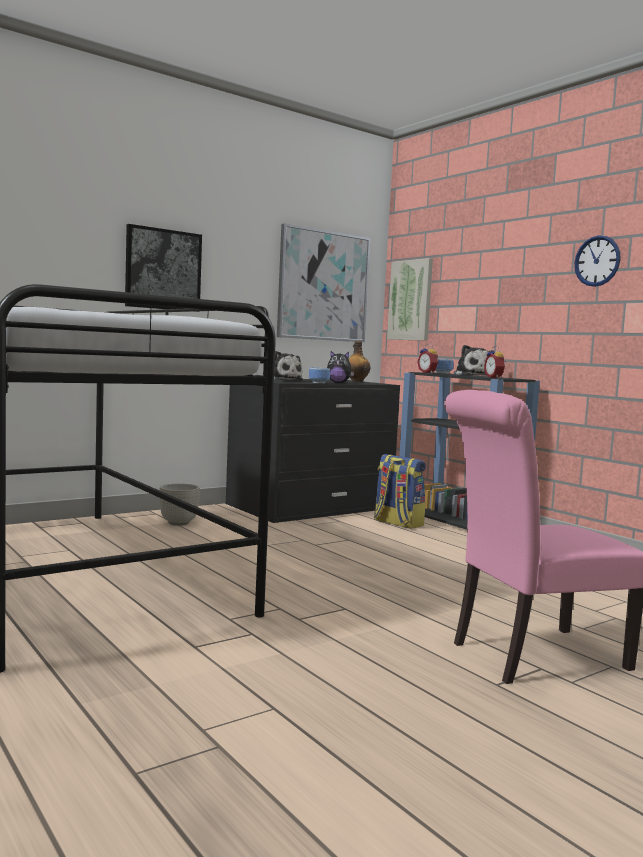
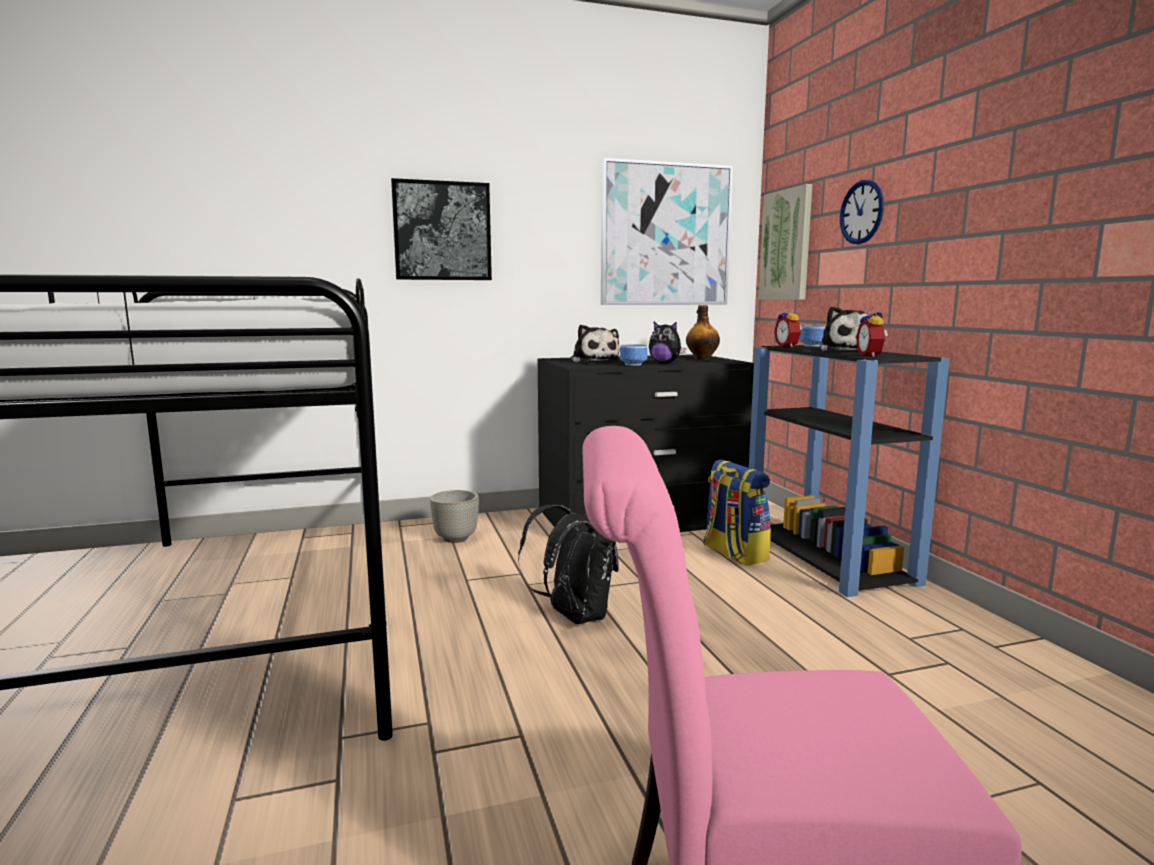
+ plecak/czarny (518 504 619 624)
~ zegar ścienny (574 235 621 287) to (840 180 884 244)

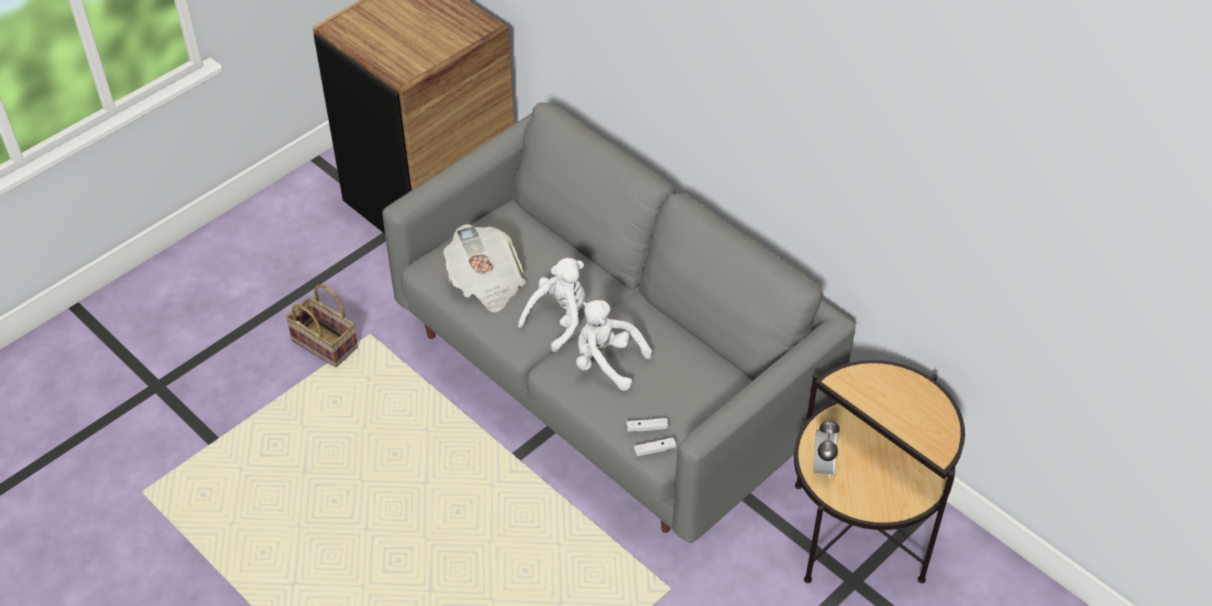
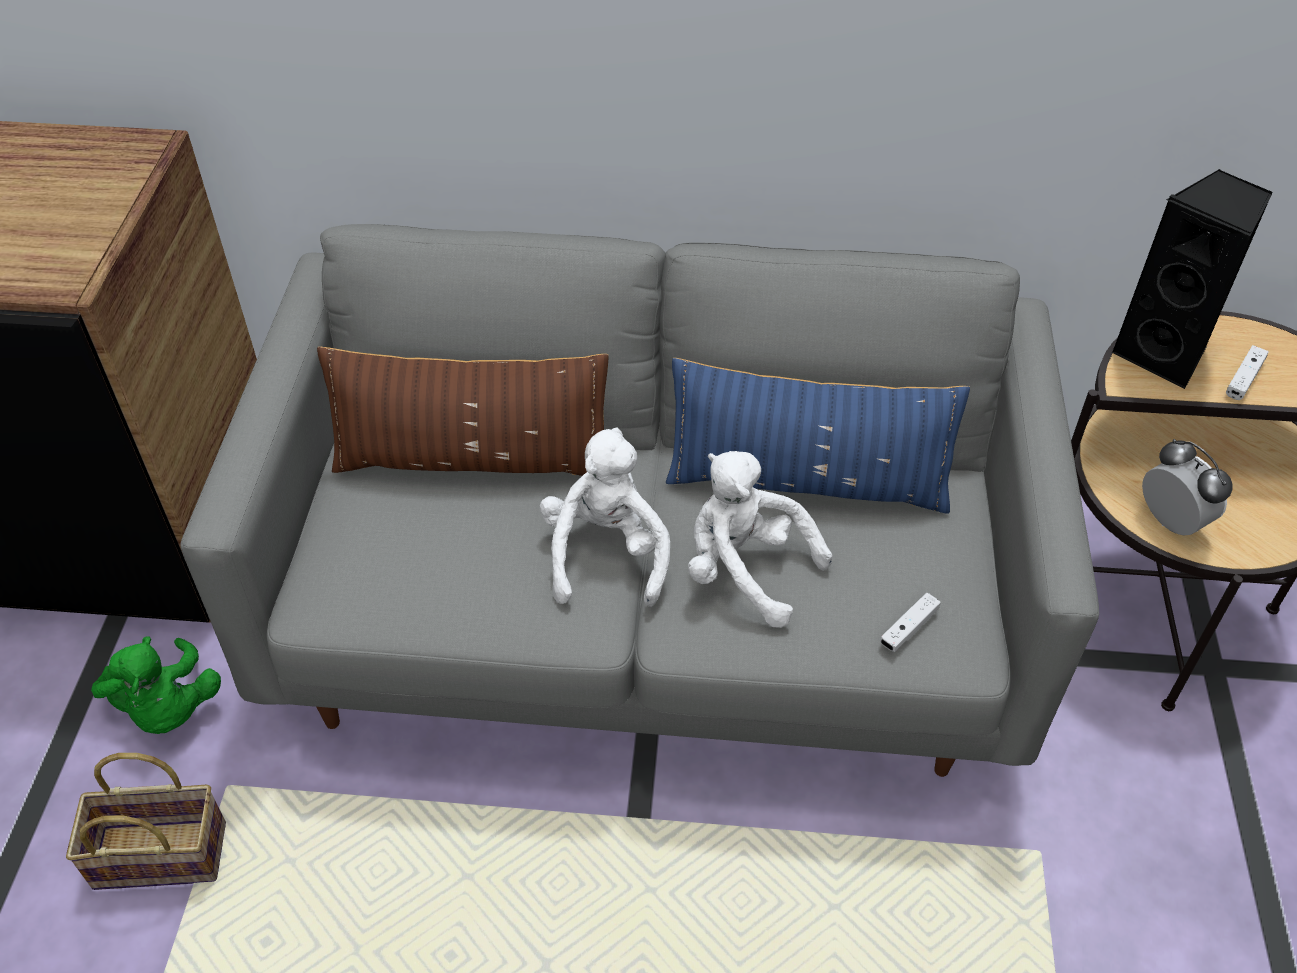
- gazeta (443 224 526 312)
+ pluszak/zielony (91 636 221 734)
+ poduszka/brązowy (317 347 609 476)
+ poduszka/niebieski (665 358 970 514)
+ głośnik/czarny (1112 169 1273 389)
~ pad do gier/biały (634 437 676 457) to (1226 345 1269 400)
~ pluszak/biały (576 300 652 391) = (688 451 832 628) 45 degrees clockwise

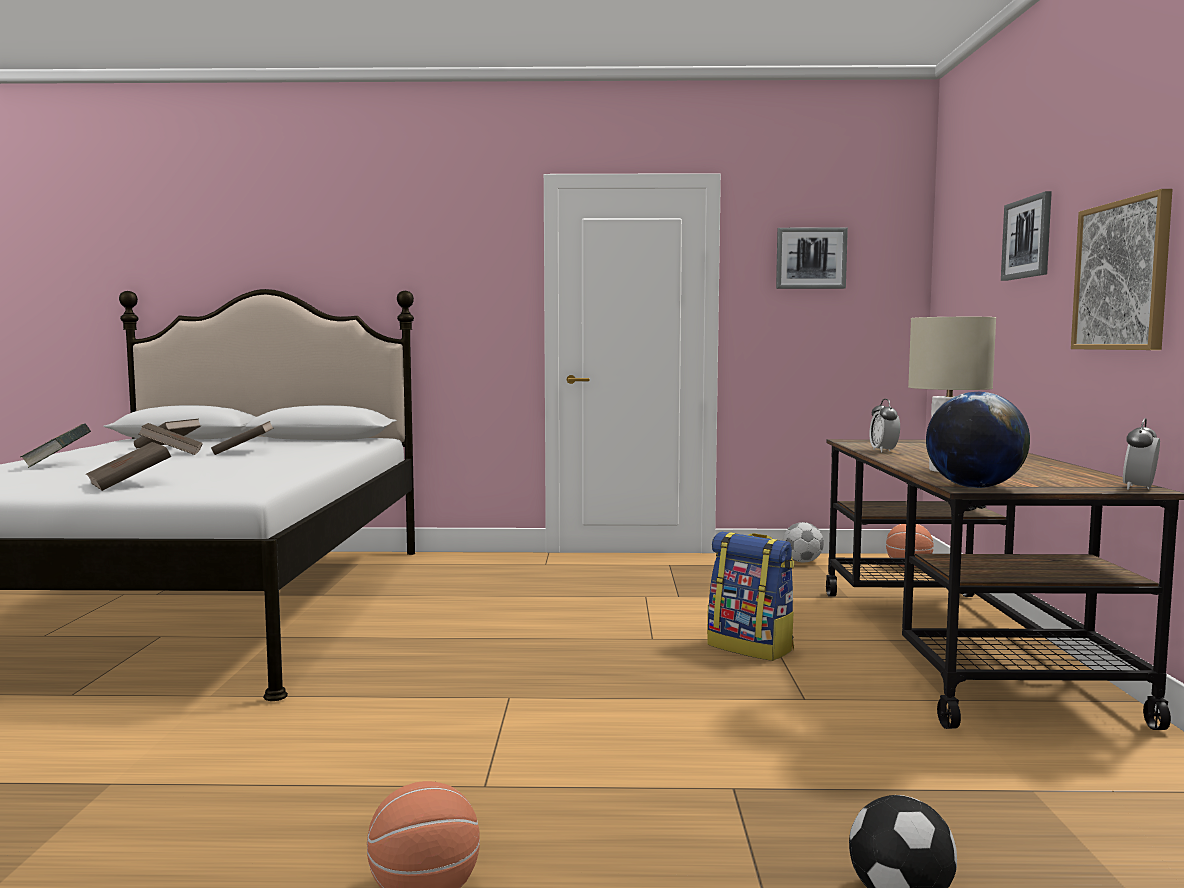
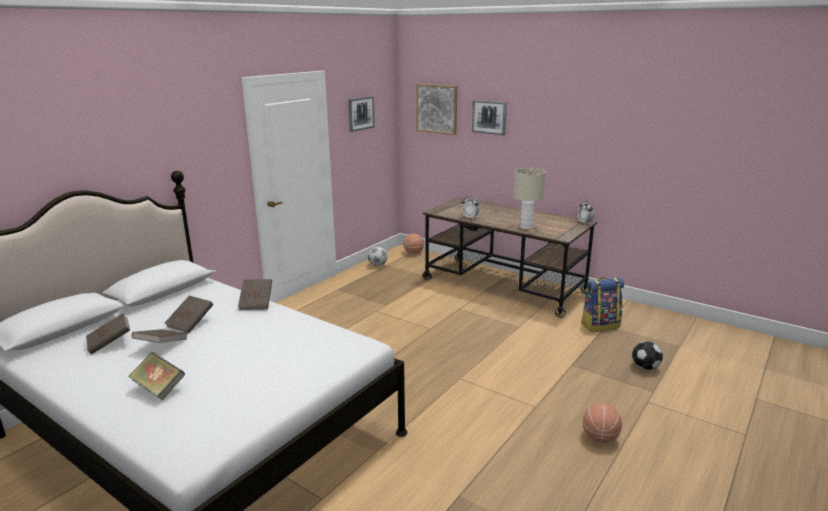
- globus (926 392 1030 488)
~ książka/brązowy (86 442 171 491) to (238 279 272 310)
~ plecak (707 532 794 661) to (581 277 624 332)
~ obraz (1071 189 1173 350) to (416 84 457 135)

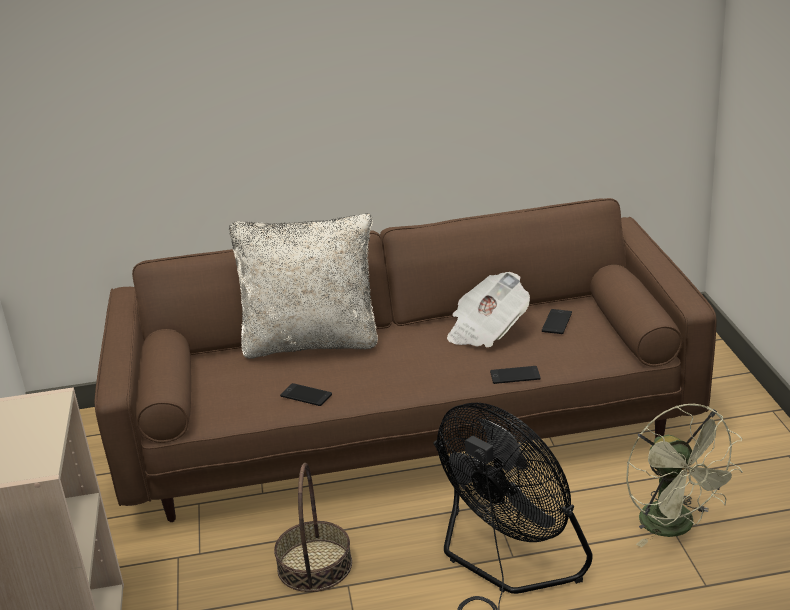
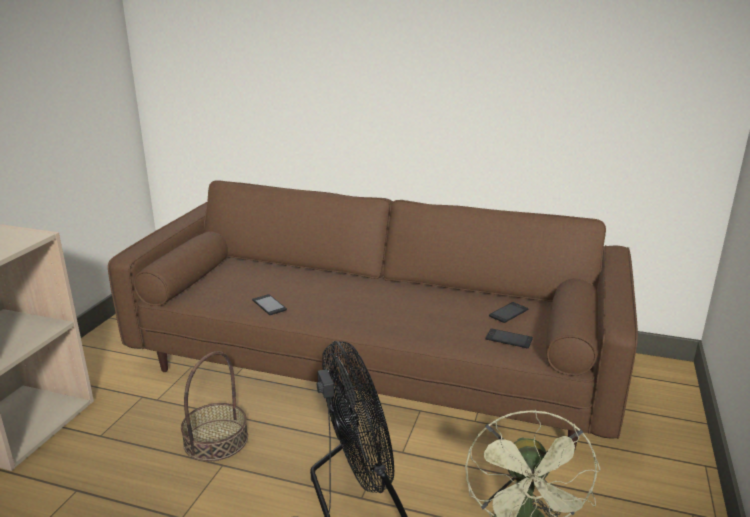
- poduszka/beżowy (229 213 378 359)
- gazeta (447 272 530 347)
~ telefon (490 366 541 384) to (486 328 533 348)

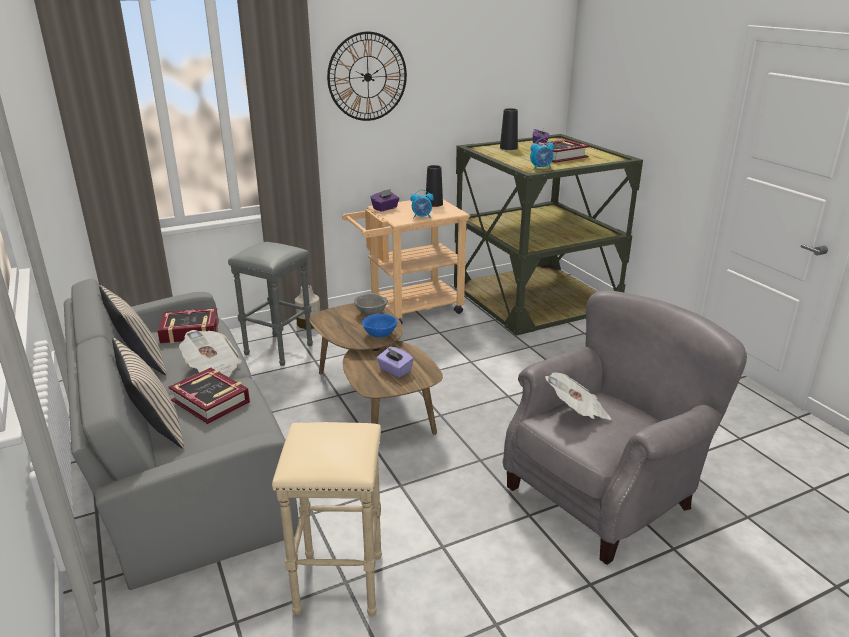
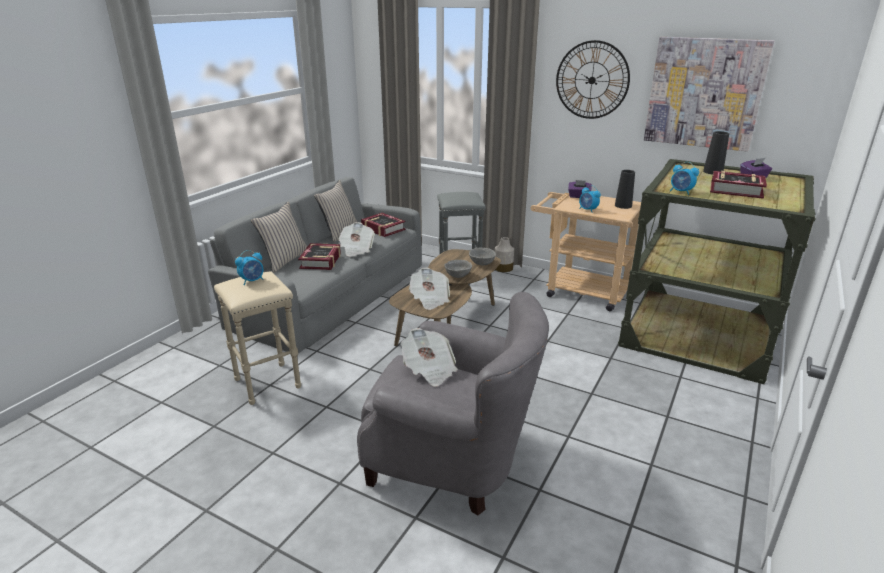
+ budzik (235 250 264 285)
+ obraz (644 37 774 152)
~ pudełko chusteczek/fioletowy (376 347 414 378) to gazeta (409 268 450 310)
~ miska/niebieski (362 314 397 338) to miska/szary (444 260 472 278)

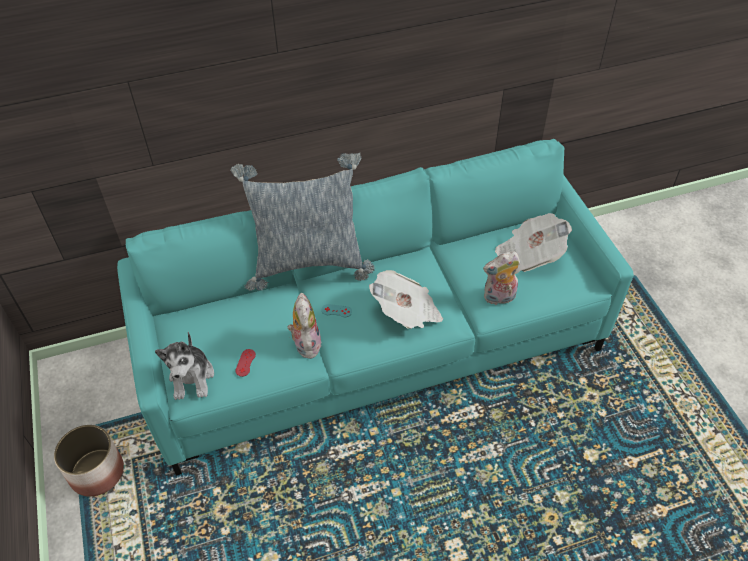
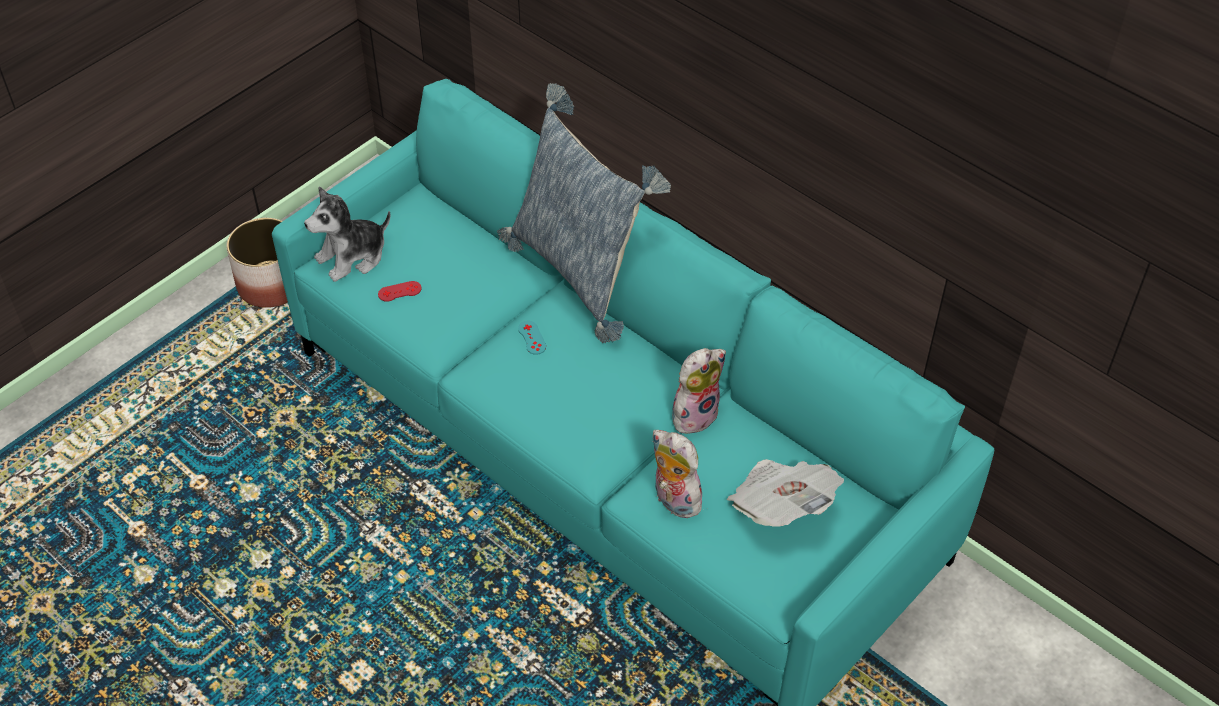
- gazeta (369 270 443 329)
~ pluszak (287 293 322 359) to (672 348 726 434)

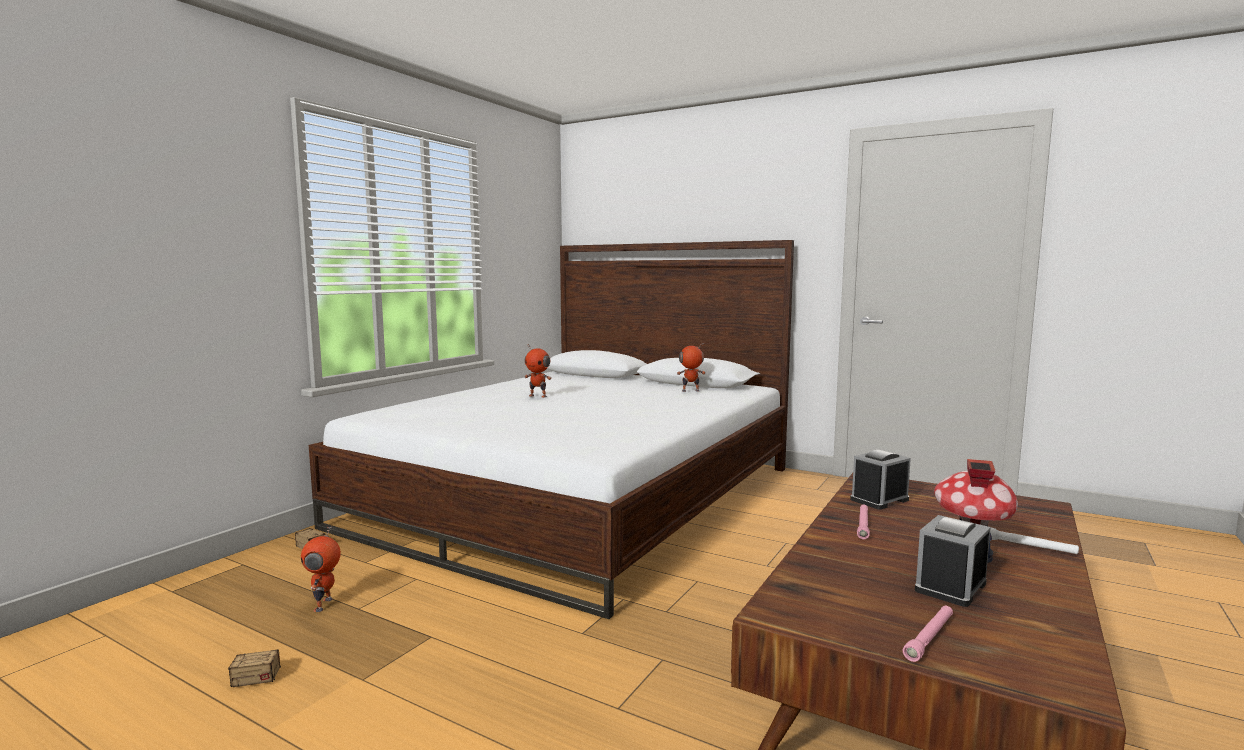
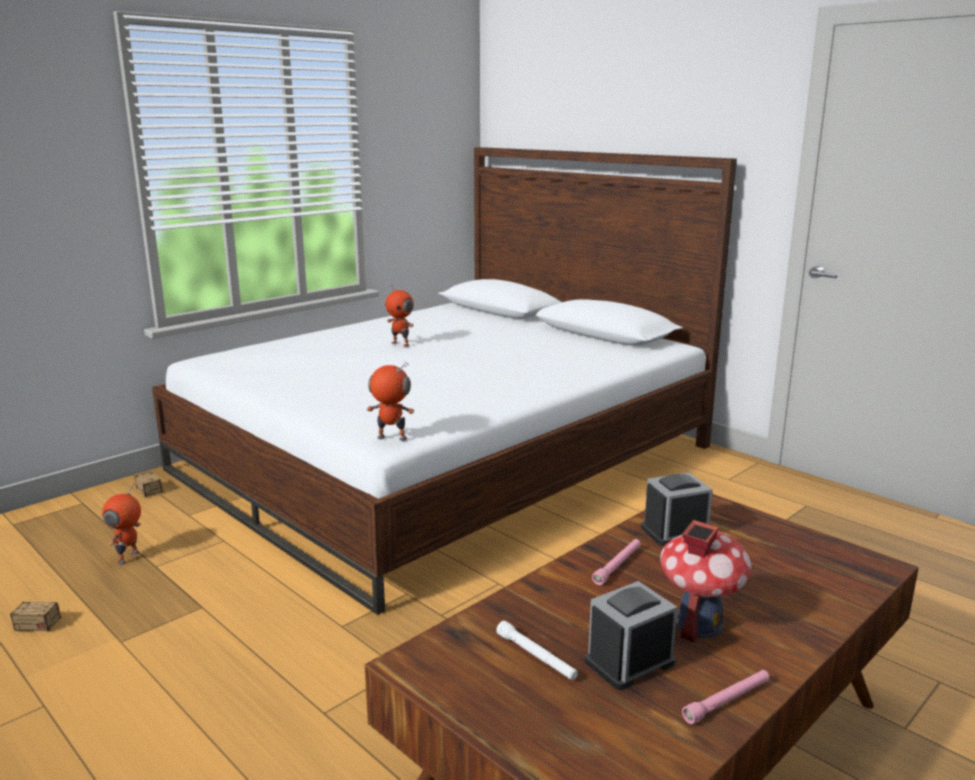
~ robot zabawkowy (677 343 706 392) to (367 362 414 441)
~ latarka/różowy (903 606 953 662) to (682 670 769 724)
~ latarka/biały (990 528 1079 554) to (496 621 578 680)

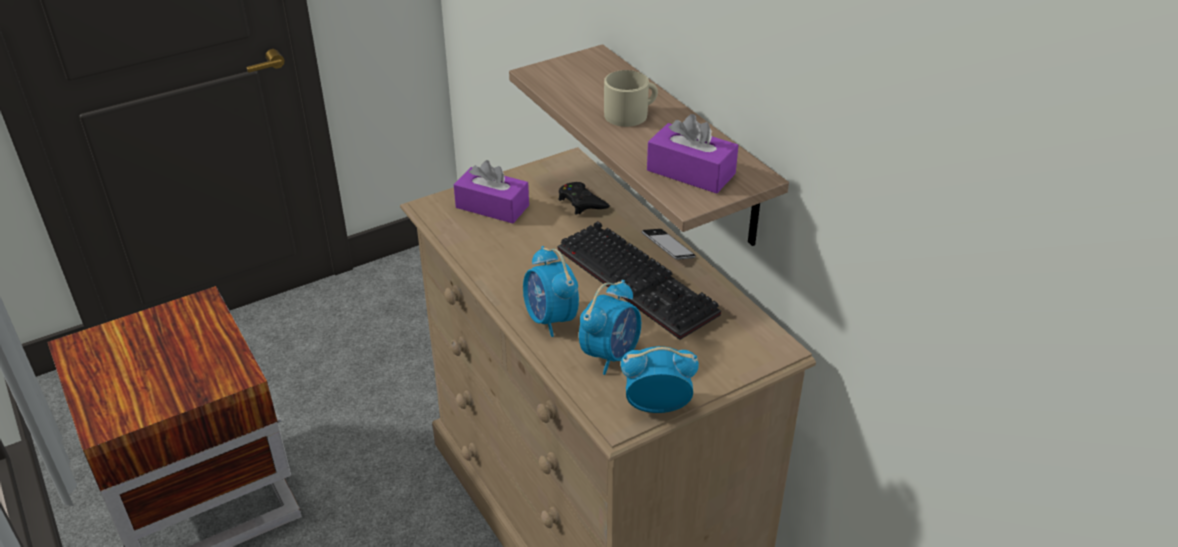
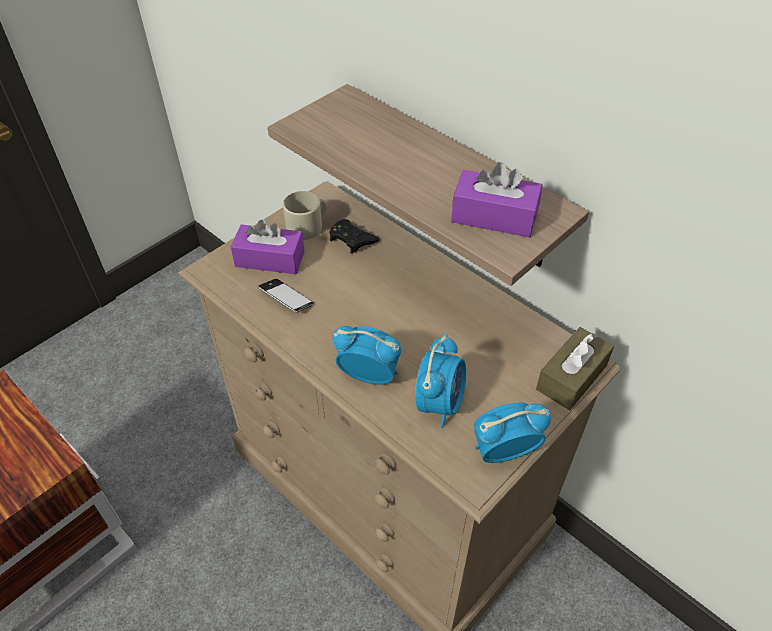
- klawiatura (558 221 721 340)
+ pudełko chusteczek/brązowy (536 327 614 410)
~ kubek/beżowy (604 70 658 127) to (283 191 327 240)
~ telefon (642 229 696 260) to (258 279 314 313)
~ budzik (523 246 579 337) = (332 326 401 385) 150 degrees clockwise

